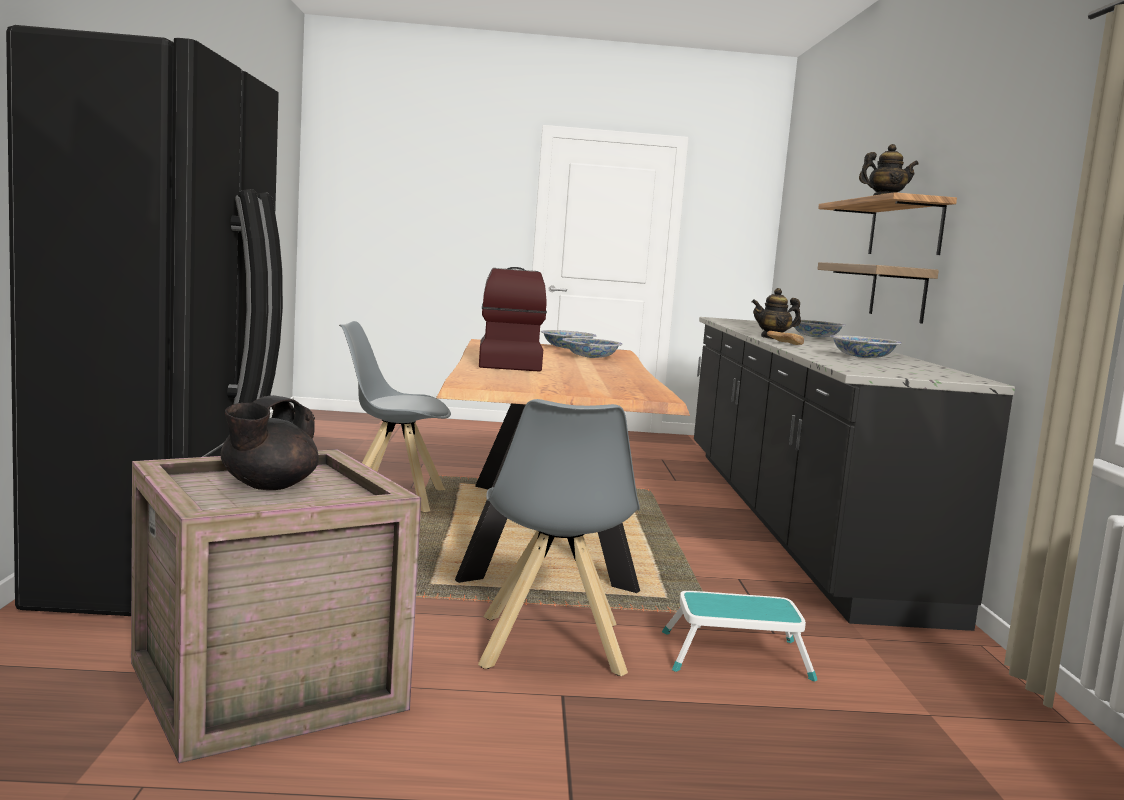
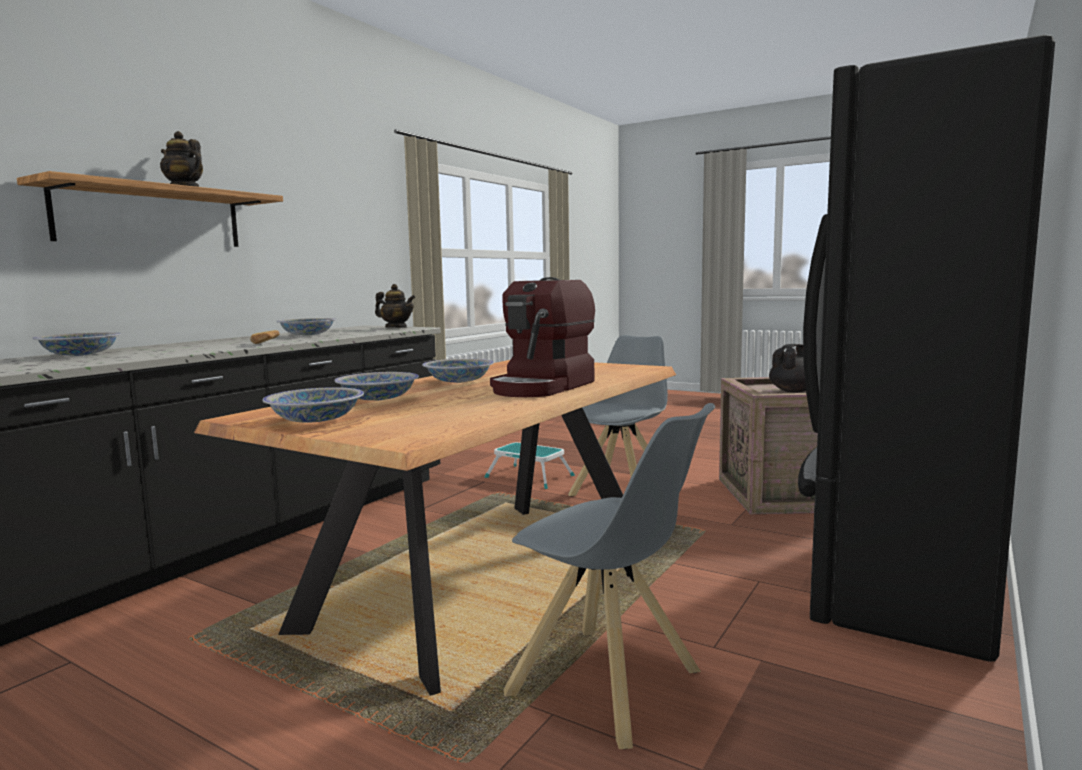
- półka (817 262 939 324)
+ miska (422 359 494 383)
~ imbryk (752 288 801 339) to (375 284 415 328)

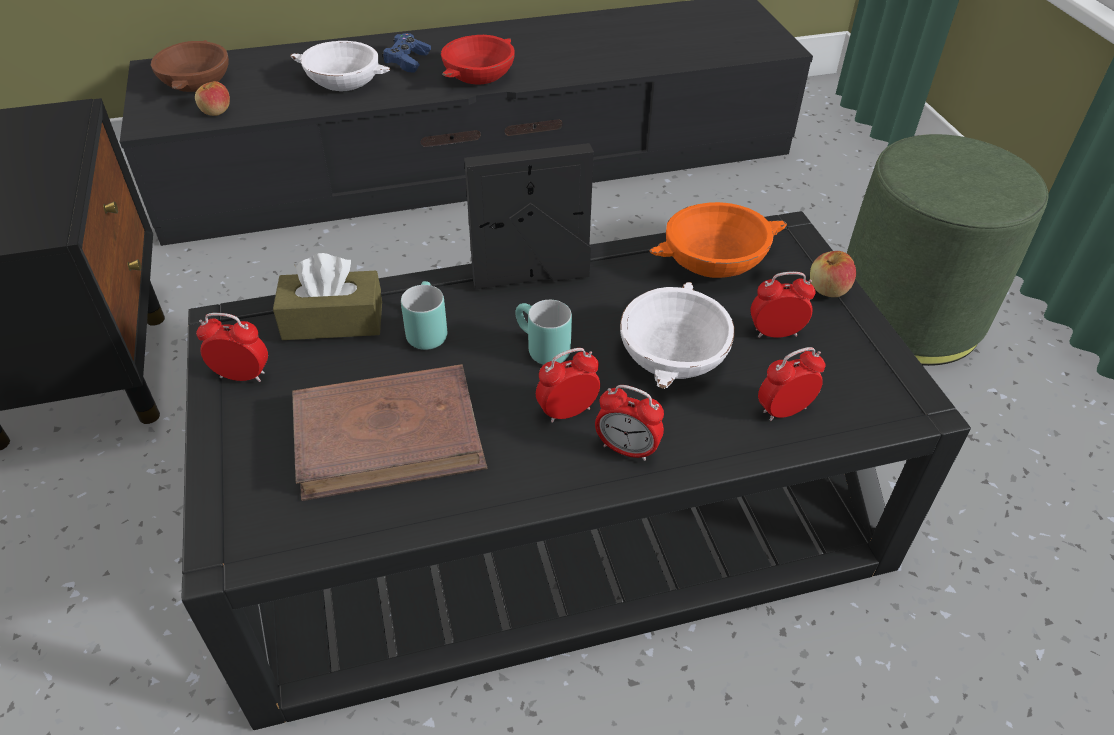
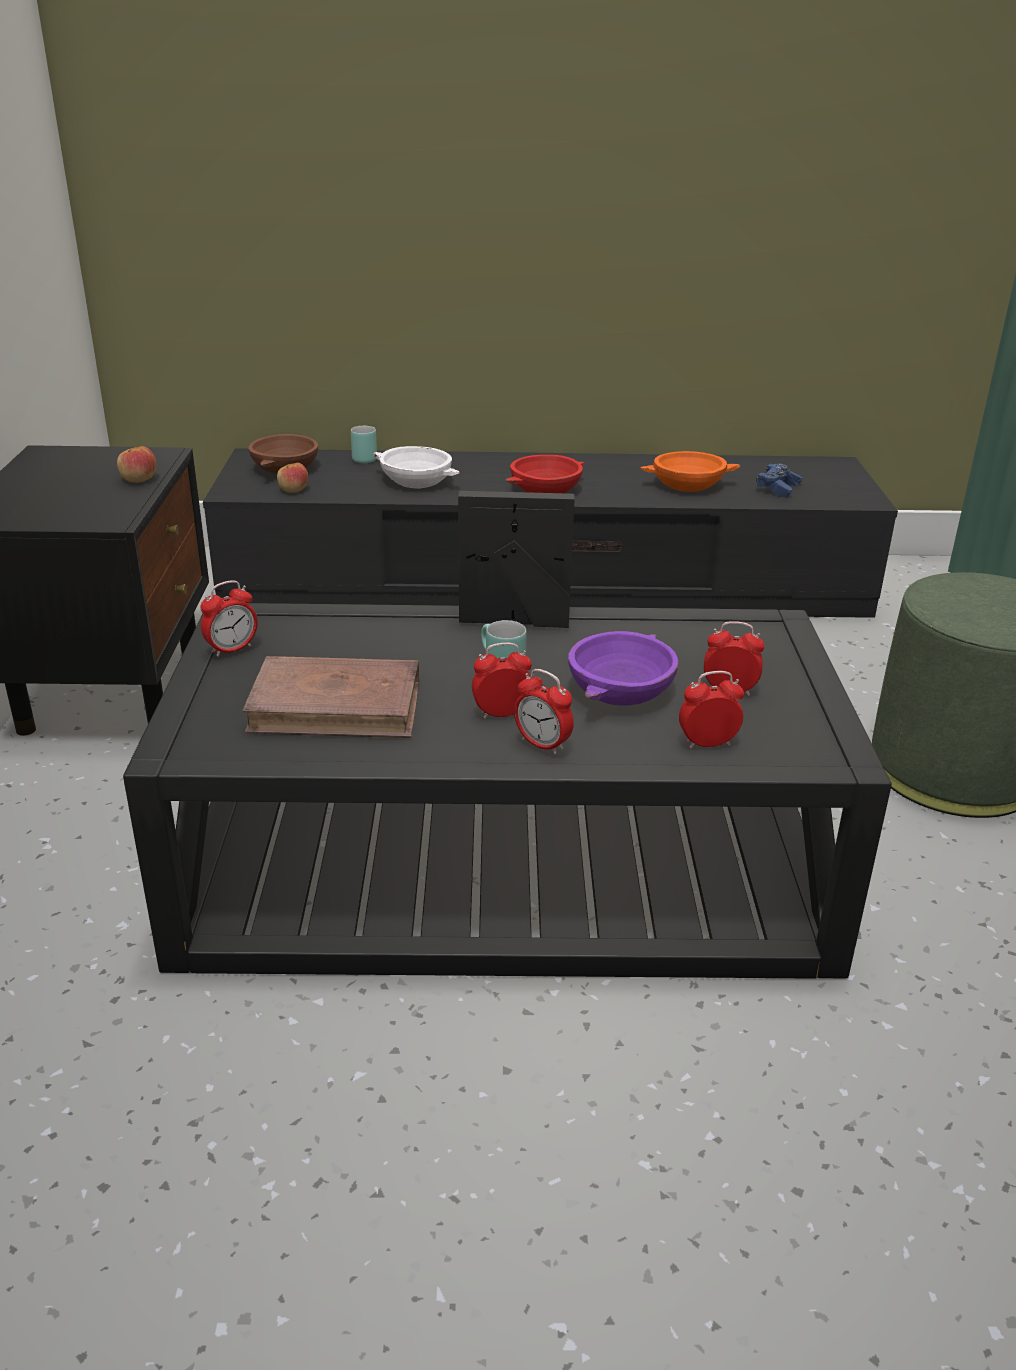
- pudełko chusteczek/brązowy (273 253 382 340)
~ pad do gier/niebieski (382 33 431 73) to (756 463 803 498)
~ kubek/turkusowy (401 281 447 350) to (351 426 377 463)
~ miska/pomarańczowy (650 202 787 278) to (640 451 740 492)
~ jabłko (810 251 856 297) to (117 446 156 483)
~ miska/biały (620 282 735 389) to miska/fioletowy (568 631 679 706)
~ budzik (196 313 268 382) = (200 580 258 657) 120 degrees clockwise

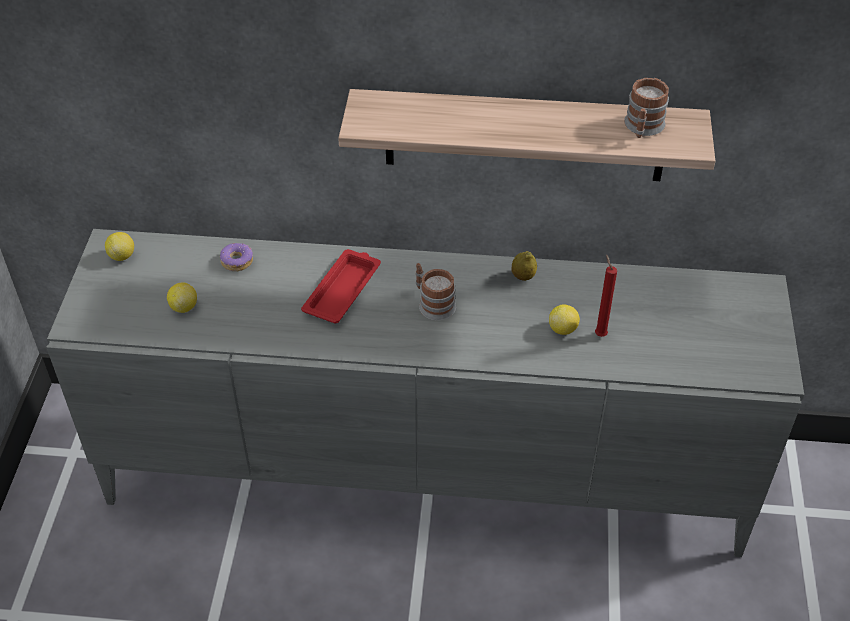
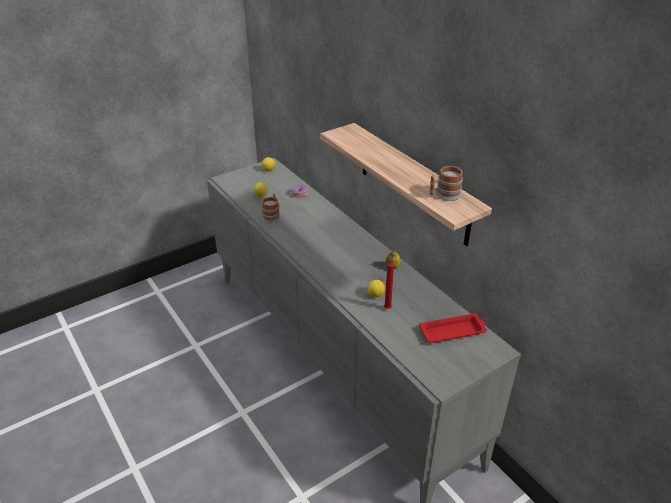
~ taca/czerwony (301 249 381 323) to (419 313 487 343)
~ kubek (416 263 456 320) to (261 193 281 223)

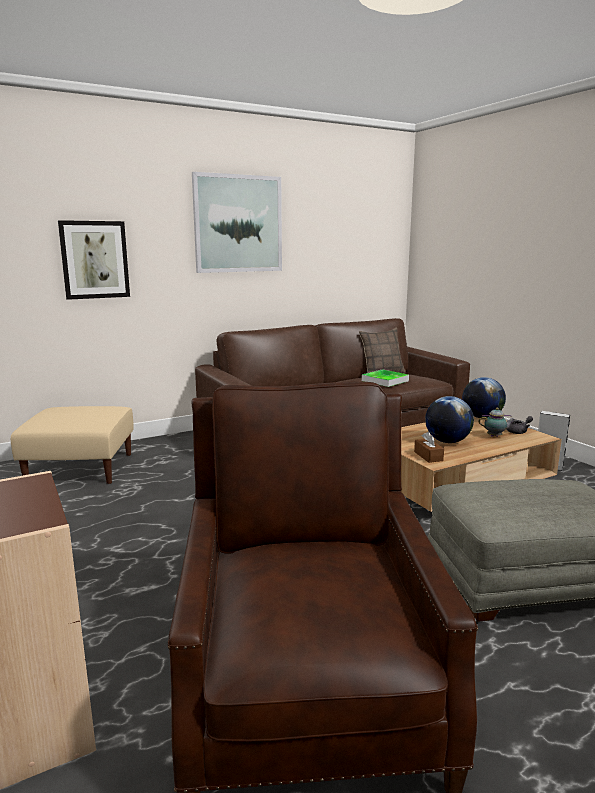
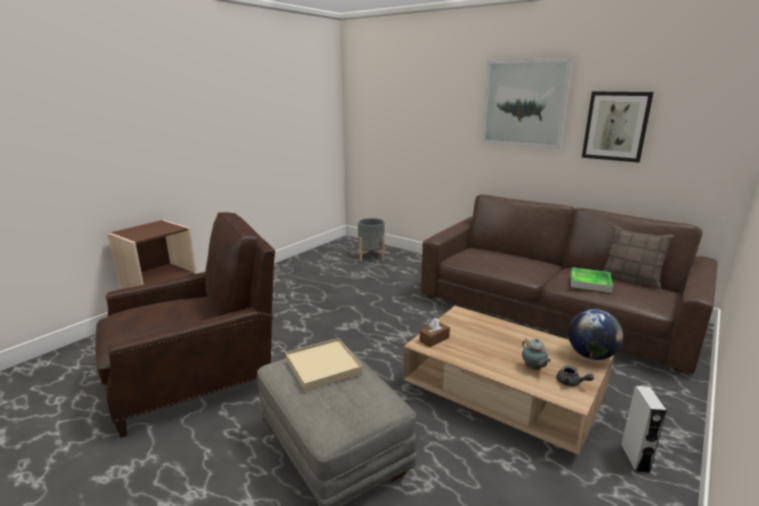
- globus (425 396 474 443)
+ taca/beżowy (285 338 362 392)
~ obraz (58 220 130 300) to (582 91 654 163)
~ pufa/beżowy (11 406 134 484) to donica/szary (358 218 385 261)

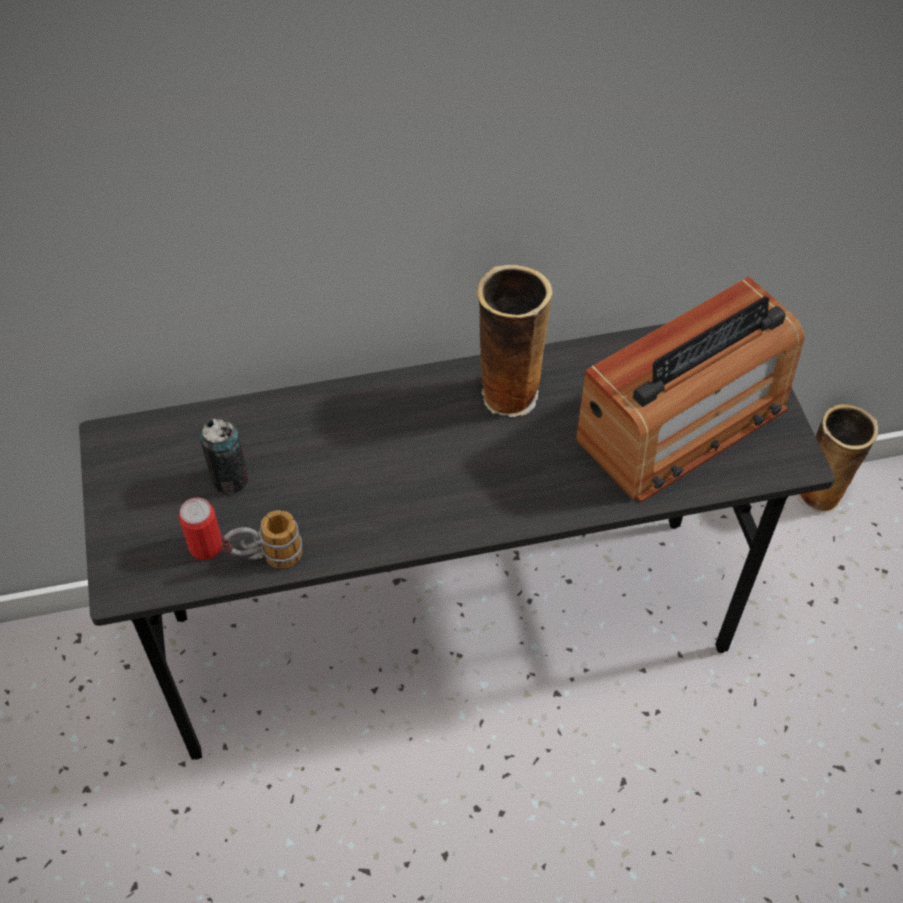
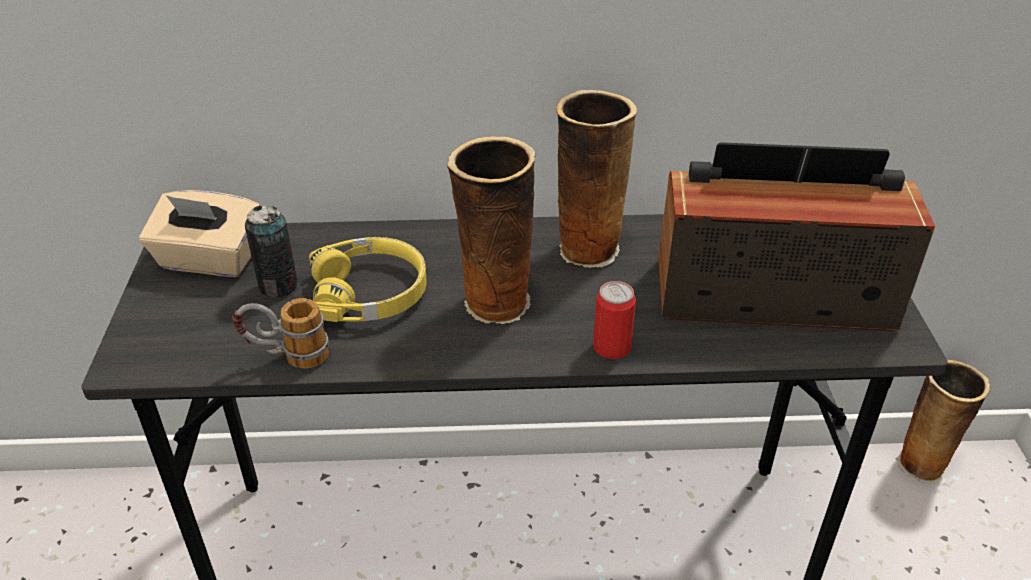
+ pudełko chusteczek/beżowy (139 190 260 277)
+ słuchawki/żółty (309 237 427 322)
+ wazon (447 137 535 324)
~ puszka (179 498 222 560) to (593 281 636 359)
~ radio (576 276 804 503) = (658 142 935 332) 150 degrees counterclockwise

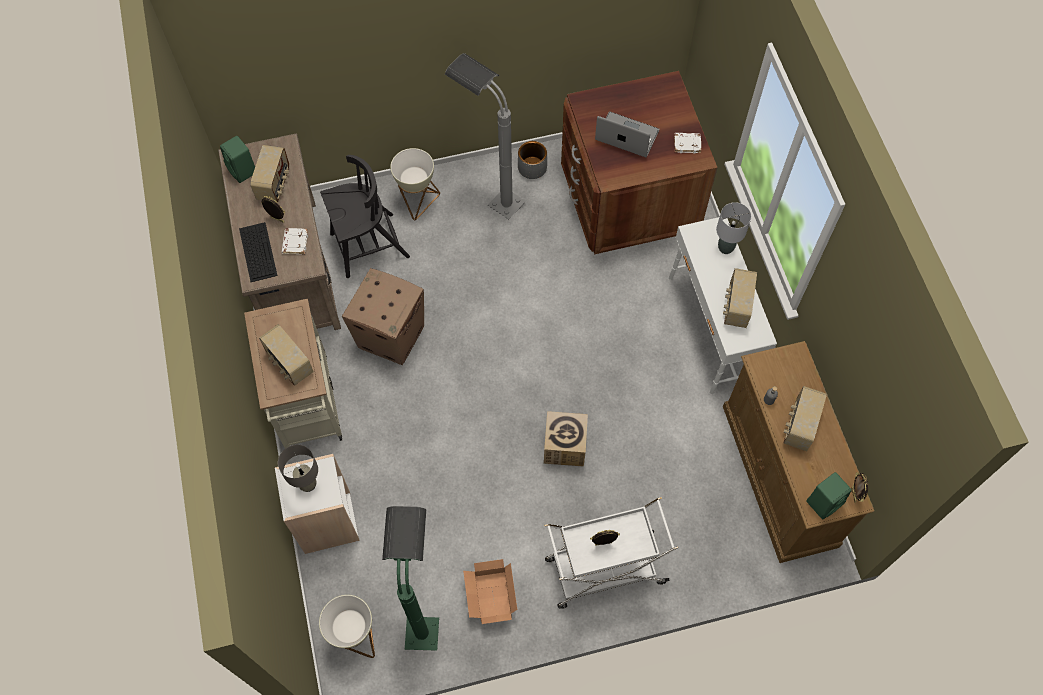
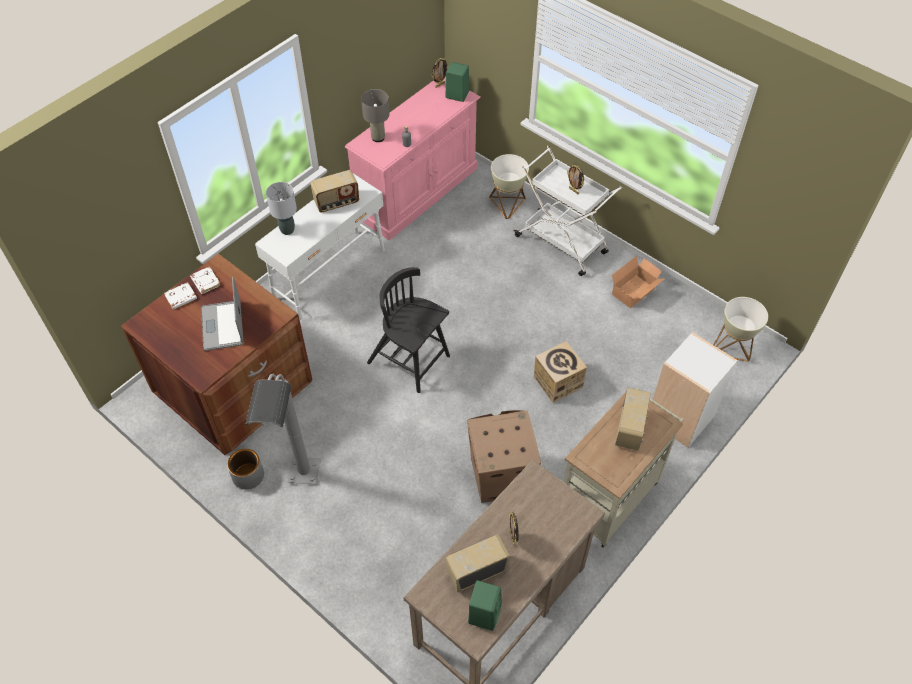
- klawiatura (239 222 277 282)
- lampa stojąca/zielony (382 506 439 651)
- radio (784 386 827 451)
~ lampa stołowa/szary (278 445 318 492) to (361 89 389 142)
~ książka/biały (282 228 308 254) to (164 282 197 310)
~ krzesło/czarny (320 155 410 278) to (367 267 450 393)
~ donica (390 148 440 220) to (489 154 529 219)
~ karton (544 411 588 467) to (534 341 587 403)
~ szafka/brązowy (723 341 874 563) to szafka/różowy (345 77 481 241)

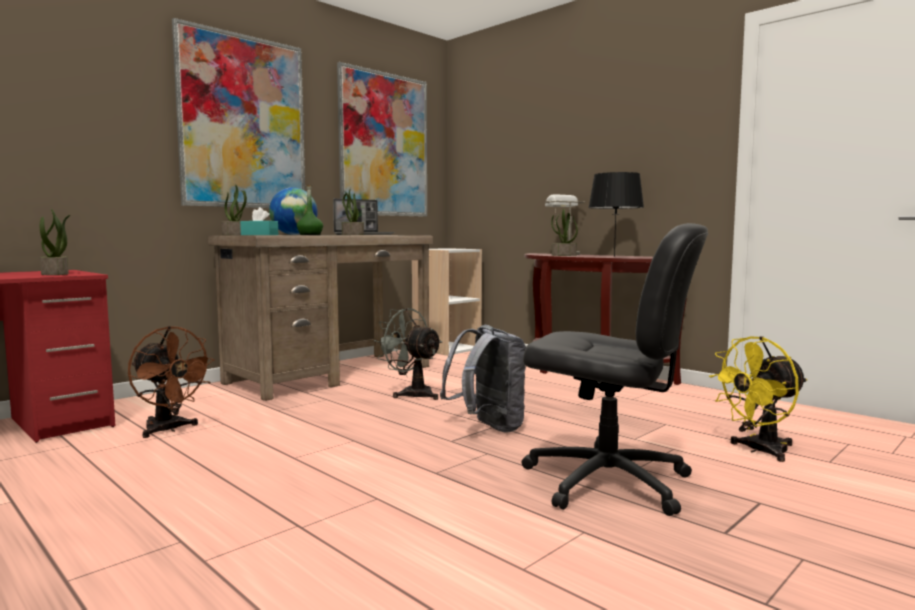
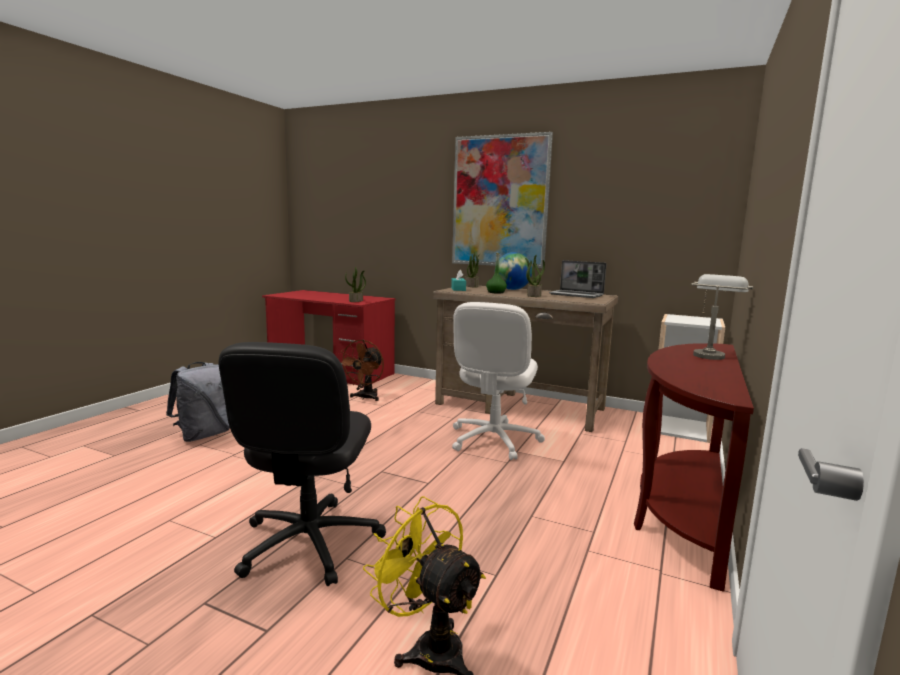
- obraz (337 62 427 217)
- roślina doniczkowa (551 209 578 256)
- lampa stołowa/czarny (588 172 644 257)
~ plecak/szary (440 325 526 433) to (166 362 230 442)
~ wentylator/szary (374 308 442 400) to krzesło biurowe/biały (452 302 545 460)

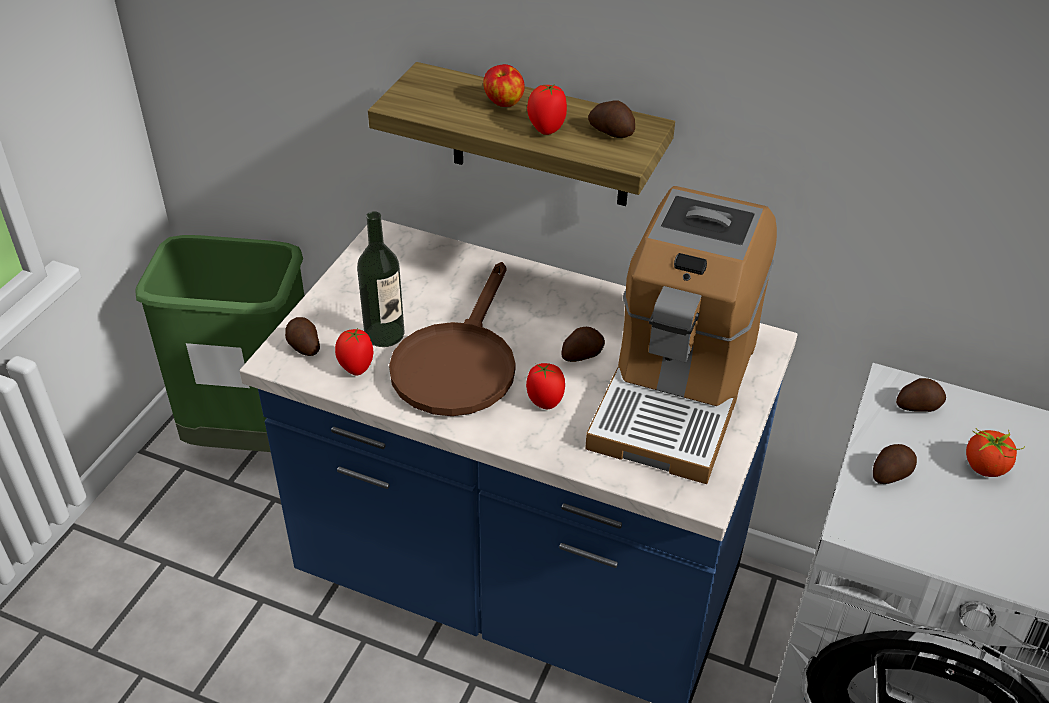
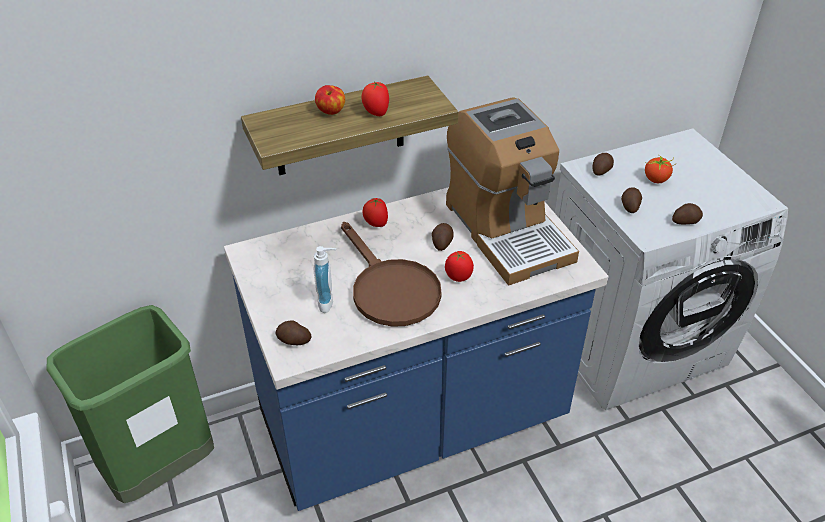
~ pomidor (335 328 373 375) to (362 198 388 227)
~ ziemniak (588 100 635 138) to (672 203 703 224)
~ butelka (357 211 405 347) to dozownik mydła (314 246 336 313)

